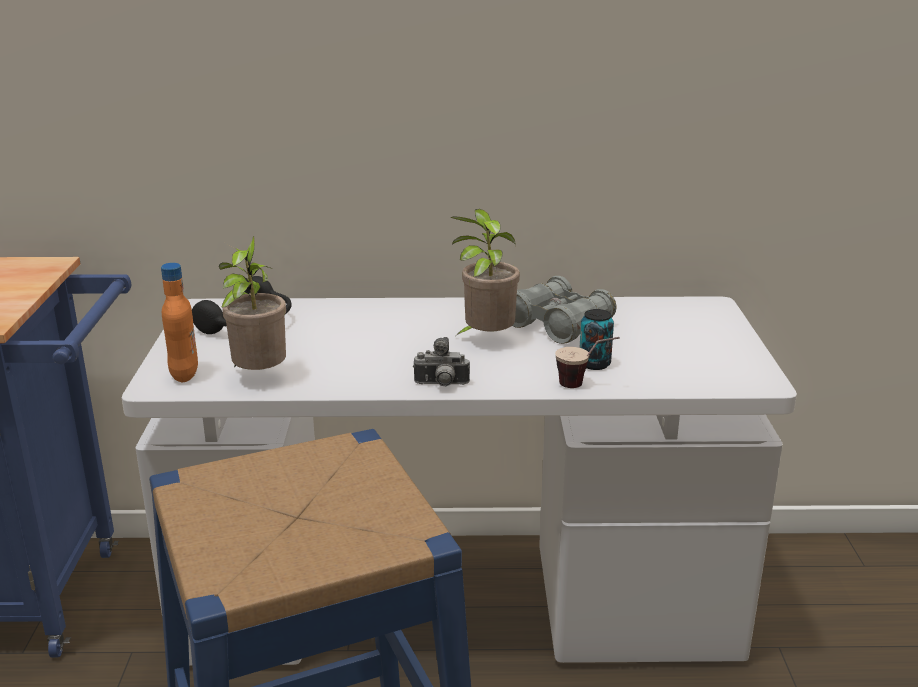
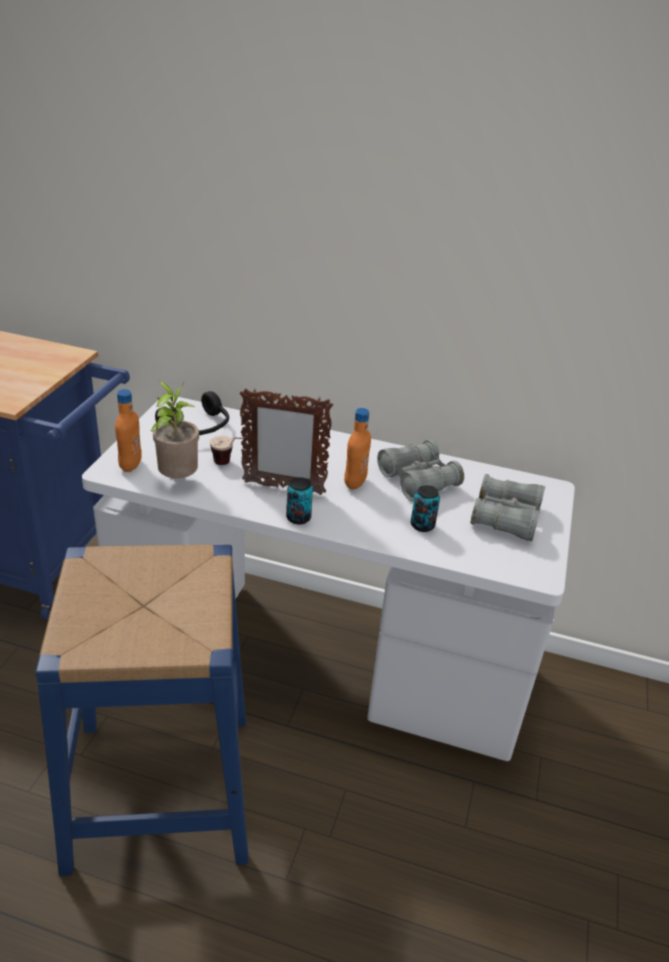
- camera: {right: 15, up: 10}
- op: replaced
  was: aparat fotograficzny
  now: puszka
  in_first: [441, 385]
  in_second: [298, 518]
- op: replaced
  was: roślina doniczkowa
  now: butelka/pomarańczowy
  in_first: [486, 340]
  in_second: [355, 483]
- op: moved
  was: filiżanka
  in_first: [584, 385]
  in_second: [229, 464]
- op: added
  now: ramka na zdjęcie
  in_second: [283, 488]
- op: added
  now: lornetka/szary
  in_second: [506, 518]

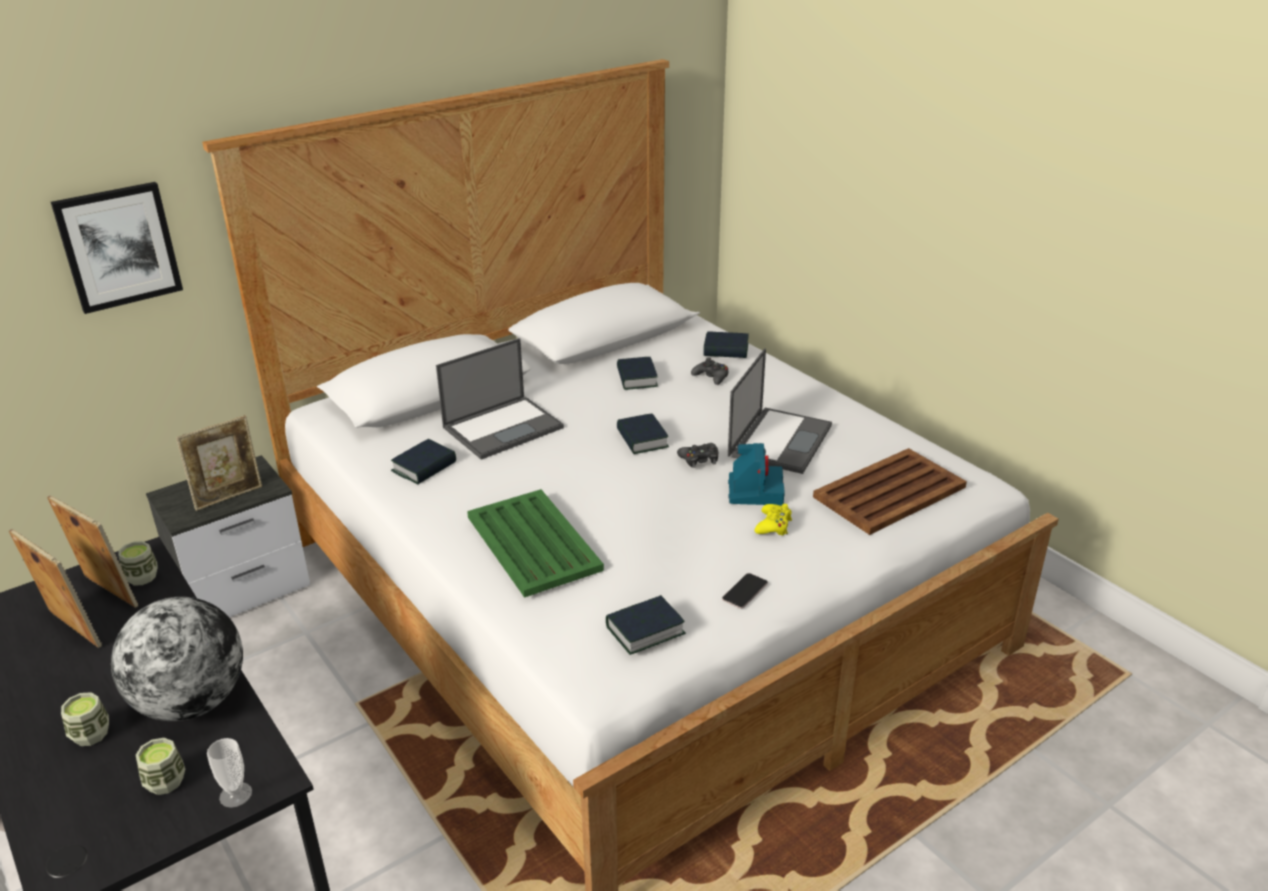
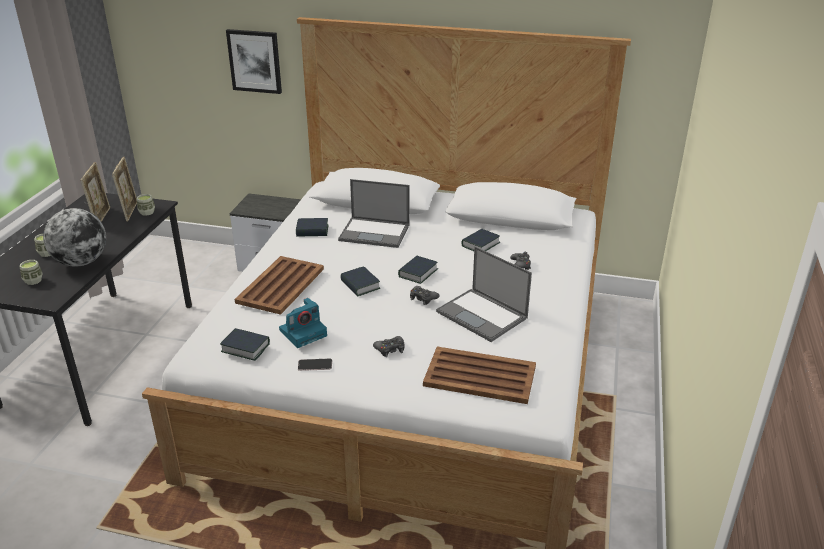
- camera: {right: 50, up: 0}
- op: removed
  was: ramka na zdjęcie
  in_first: [229, 496]
- op: removed
  was: filiżanka
  in_first: [235, 795]
- op: recoloured
  was: taca/zielony
  now: taca/brązowy
  in_first: [533, 544]
  in_second: [280, 286]
- op: moved
  was: książka
  in_first: [726, 350]
  in_second: [360, 285]
- op: turned
  was: laptop
  in_first: [780, 440]
  in_second: [483, 315]
  clockwise: 60
- op: moved
  was: aparat fotograficzny
  in_first: [755, 490]
  in_second: [303, 332]
- op: recoloured
  was: pad do gier/żółty
  now: pad do gier/czarny
  in_first: [773, 525]
  in_second: [390, 349]

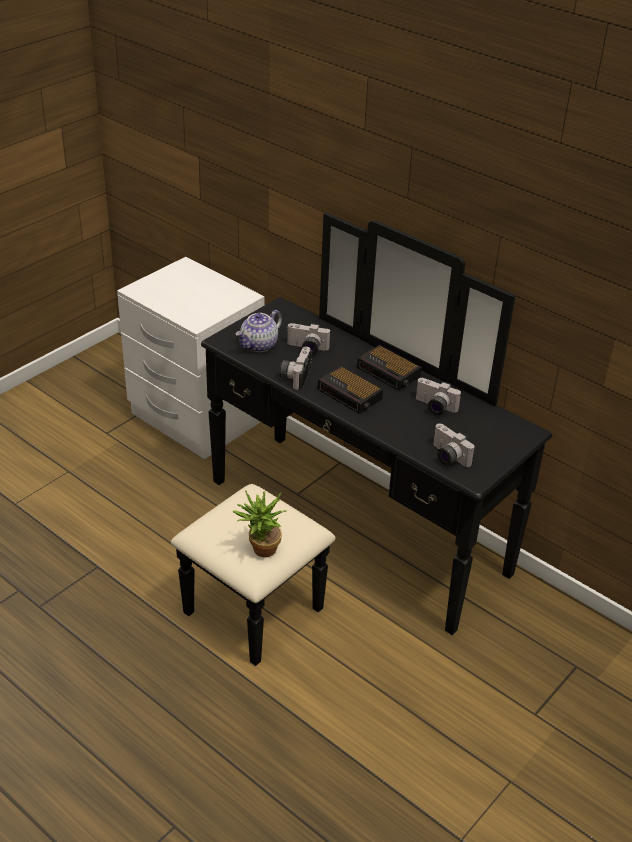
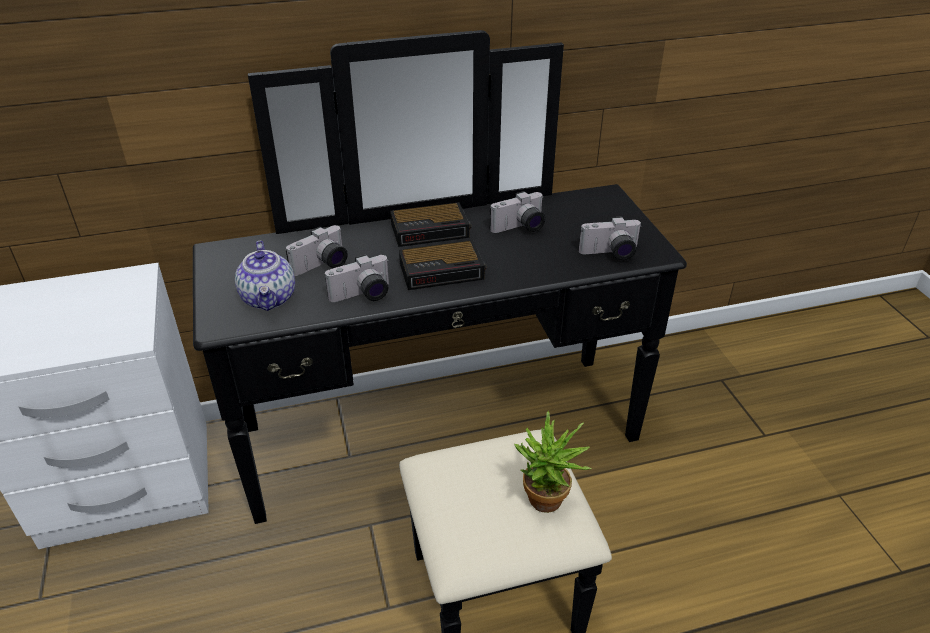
- camera: {right: -55, up: 0}
- op: turned
  was: aparat fotograficzny
  in_first: [294, 375]
  in_second: [363, 296]
  clockwise: -75

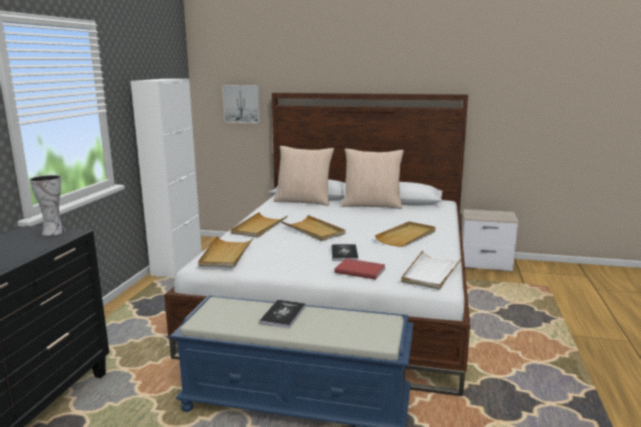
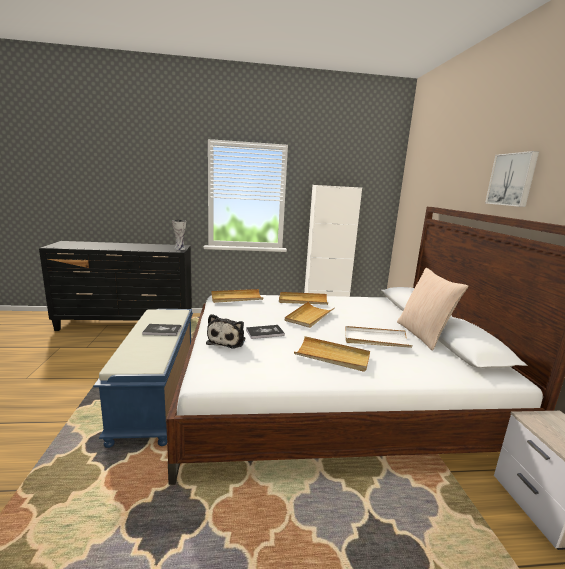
- camera: {right: 70, up: 0}
- op: moved
  was: obraz
  in_first: [242, 104]
  in_second: [512, 179]
- op: removed
  was: poduszka/beżowy
  in_first: [303, 201]
- op: replaced
  was: książka/czerwony
  now: pluszak
  in_first: [360, 270]
  in_second: [227, 340]
- op: moved
  was: taca/biały
  in_first: [431, 272]
  in_second: [376, 339]

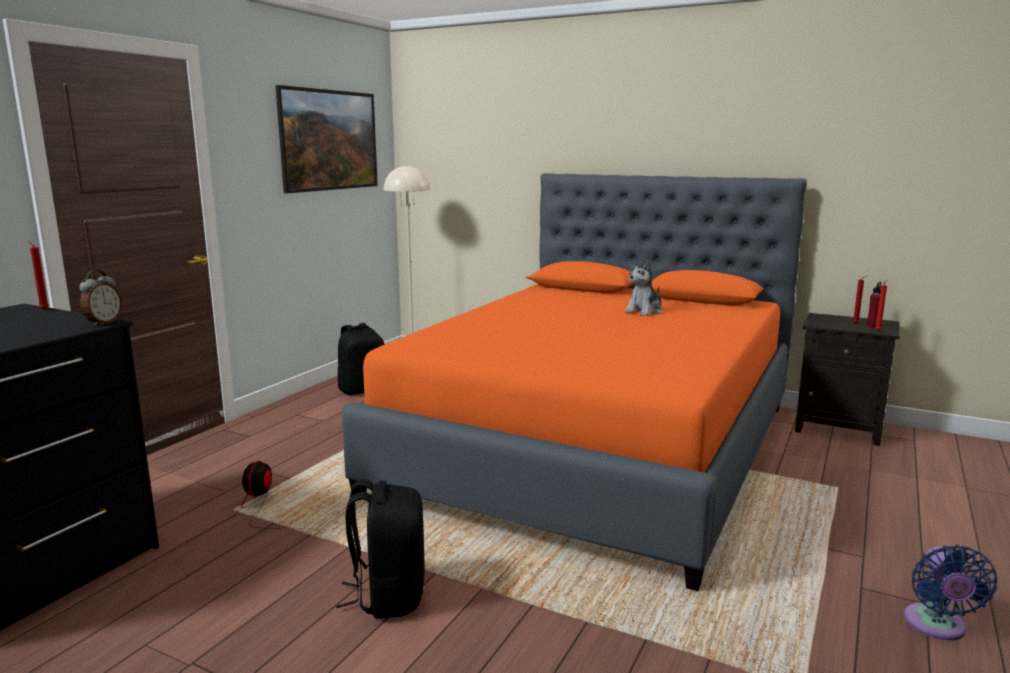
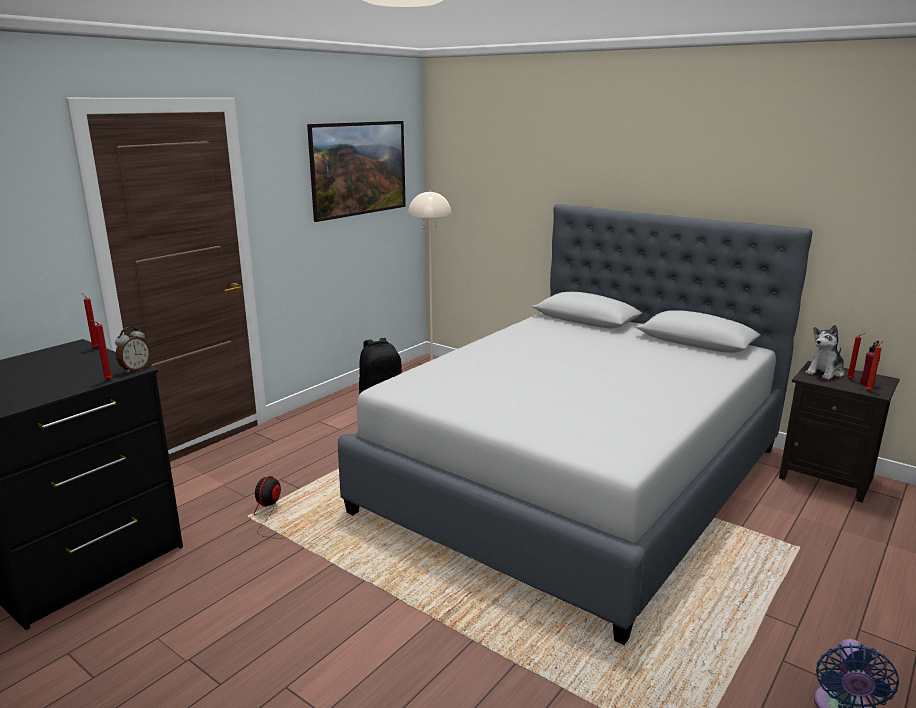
- camera: {right: 10, up: 5}
- op: removed
  was: plecak/czarny
  in_first: [388, 595]
- op: recoloured
  was: łóżko/pomarańczowy
  now: łóżko/szary
  in_first: [596, 447]
  in_second: [577, 479]
- op: moved
  was: pluszak
  in_first: [644, 311]
  in_second: [825, 372]
- op: added
  now: świeca/czerwony
  in_second: [107, 380]

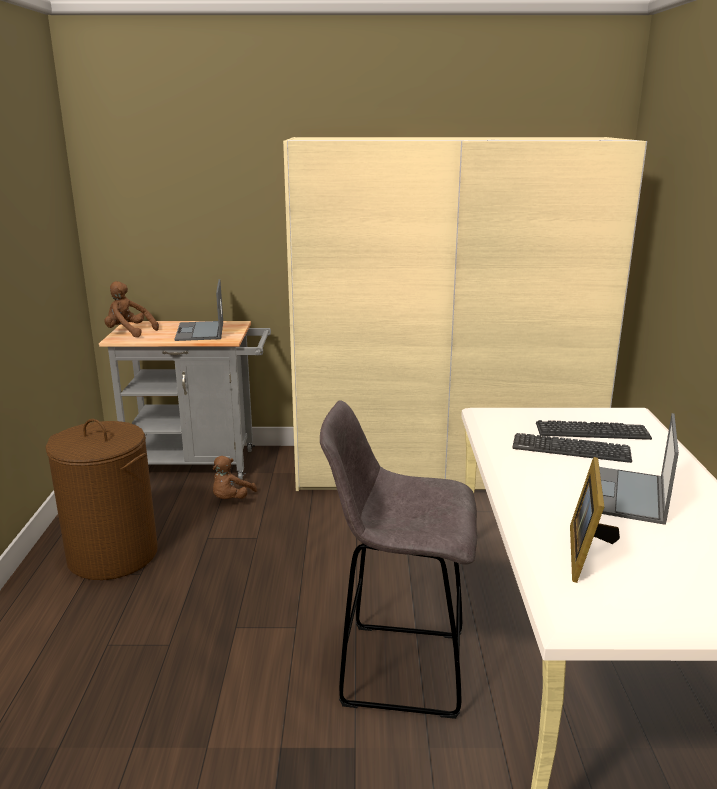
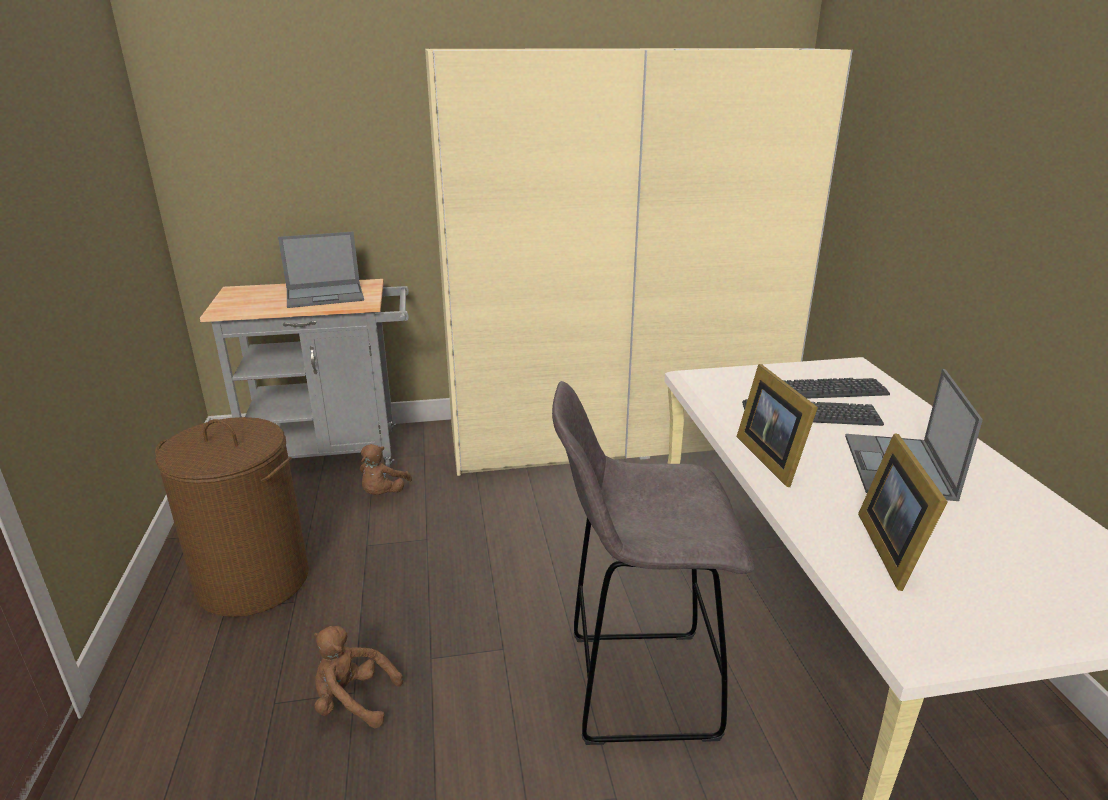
- camera: {right: -10, up: 5}
- op: moved
  was: pluszak/brązowy
  in_first: [128, 332]
  in_second: [353, 701]
- op: turned
  was: laptop
  in_first: [200, 331]
  in_second: [326, 295]
  clockwise: -90
- op: added
  now: ramka na zdjęcie
  in_second: [771, 457]

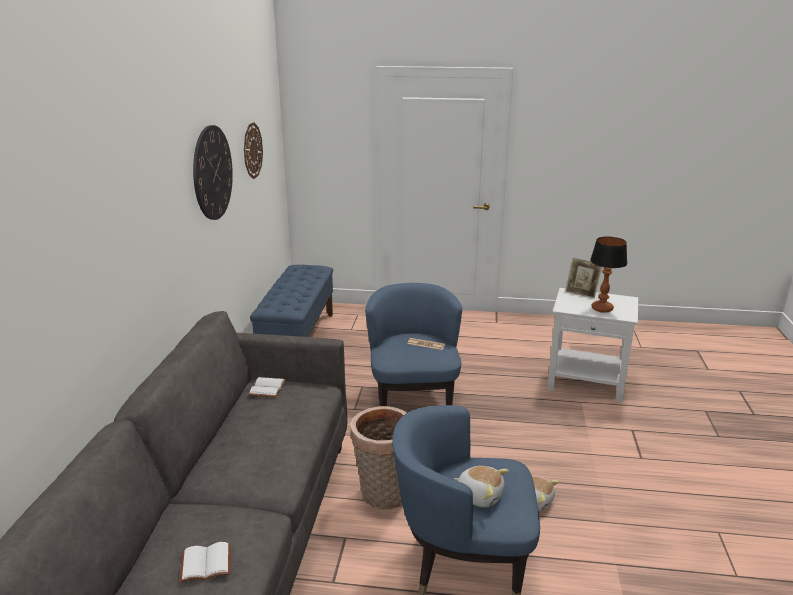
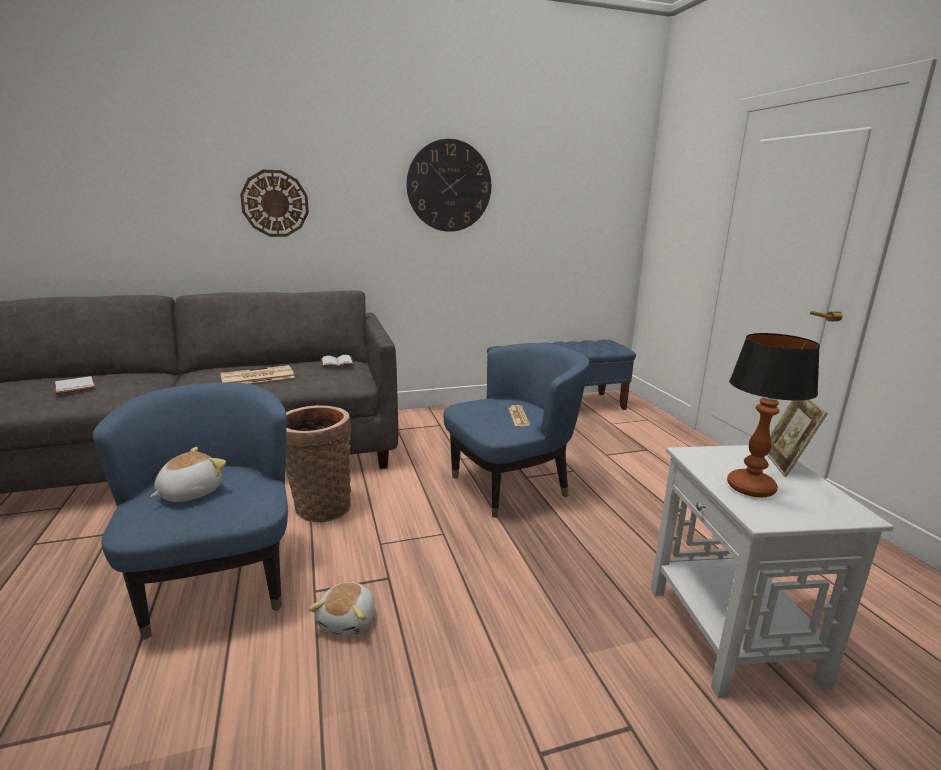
- camera: {right: 65, up: -5}
- op: moved
  was: zegar ścienny
  in_first: [252, 150]
  in_second: [275, 203]
- op: turned
  was: pluszak
  in_first: [480, 495]
  in_second: [189, 492]
  clockwise: -150
- op: added
  now: gazeta
  in_second: [256, 377]

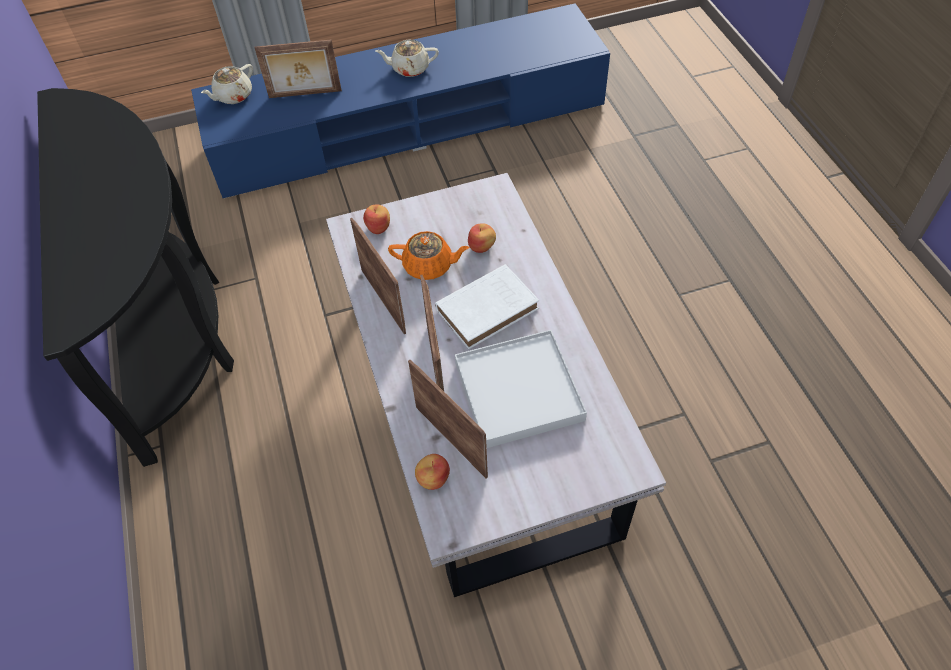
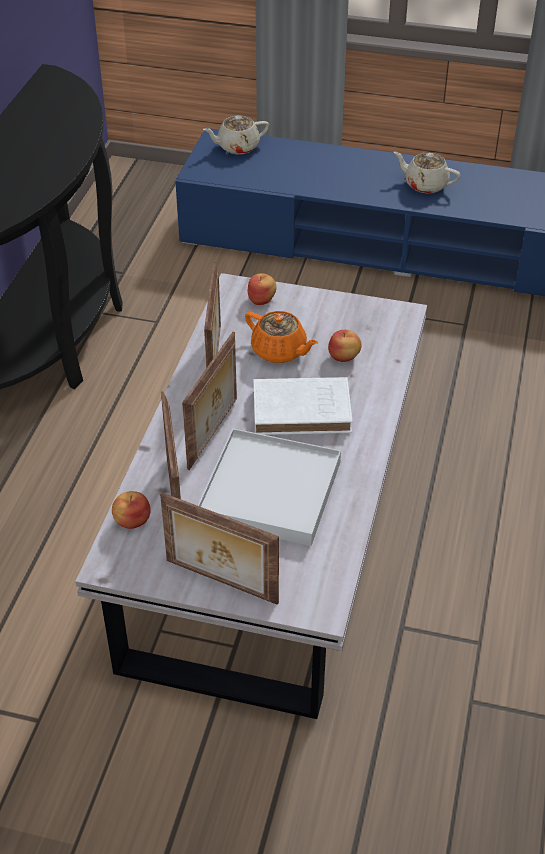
- camera: {right: 30, up: -10}
- op: moved
  was: ramka na zdjęcie
  in_first: [305, 95]
  in_second: [220, 583]

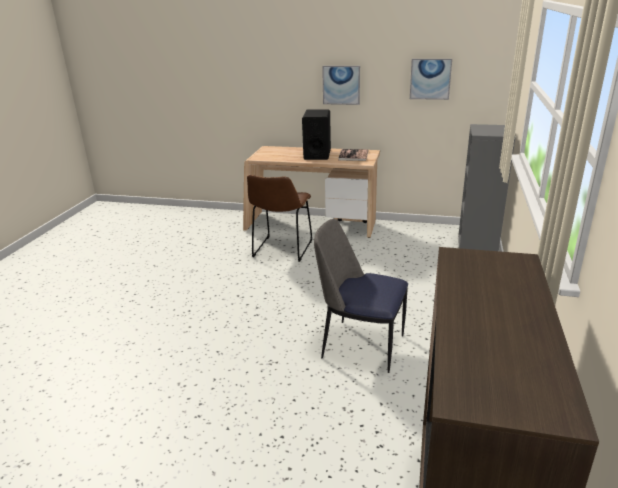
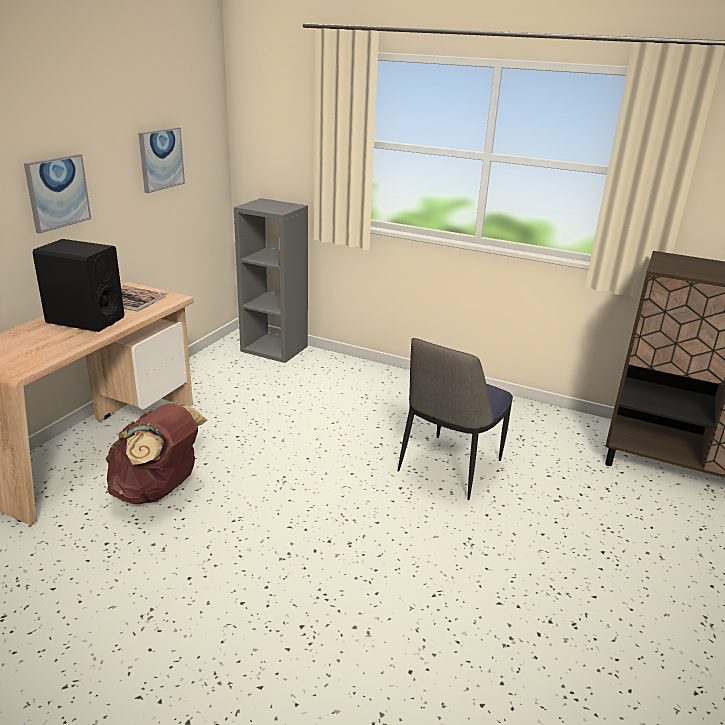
- camera: {right: -80, up: 0}
- op: replaced
  was: krzesło/brązowy
  now: plecak/brązowy
  in_first: [282, 250]
  in_second: [158, 491]

